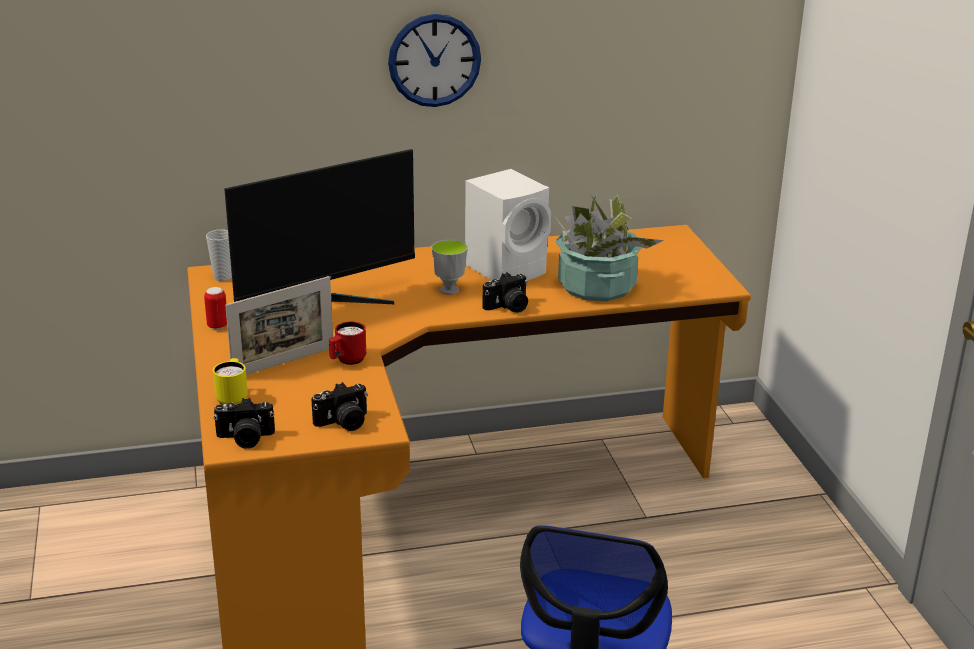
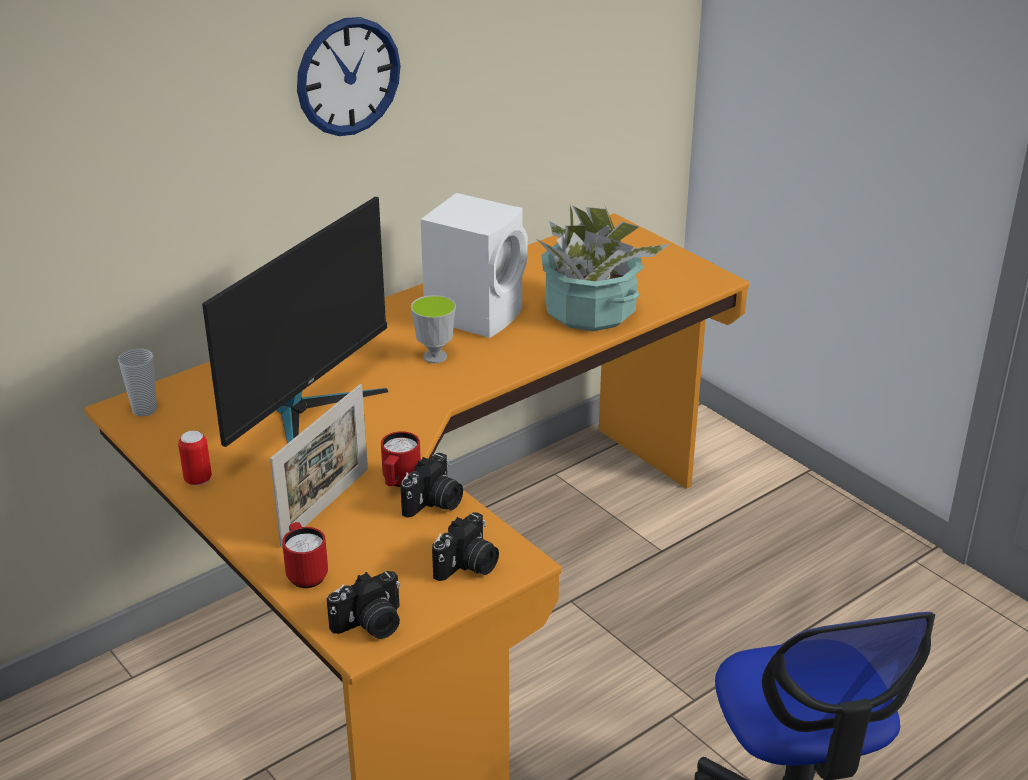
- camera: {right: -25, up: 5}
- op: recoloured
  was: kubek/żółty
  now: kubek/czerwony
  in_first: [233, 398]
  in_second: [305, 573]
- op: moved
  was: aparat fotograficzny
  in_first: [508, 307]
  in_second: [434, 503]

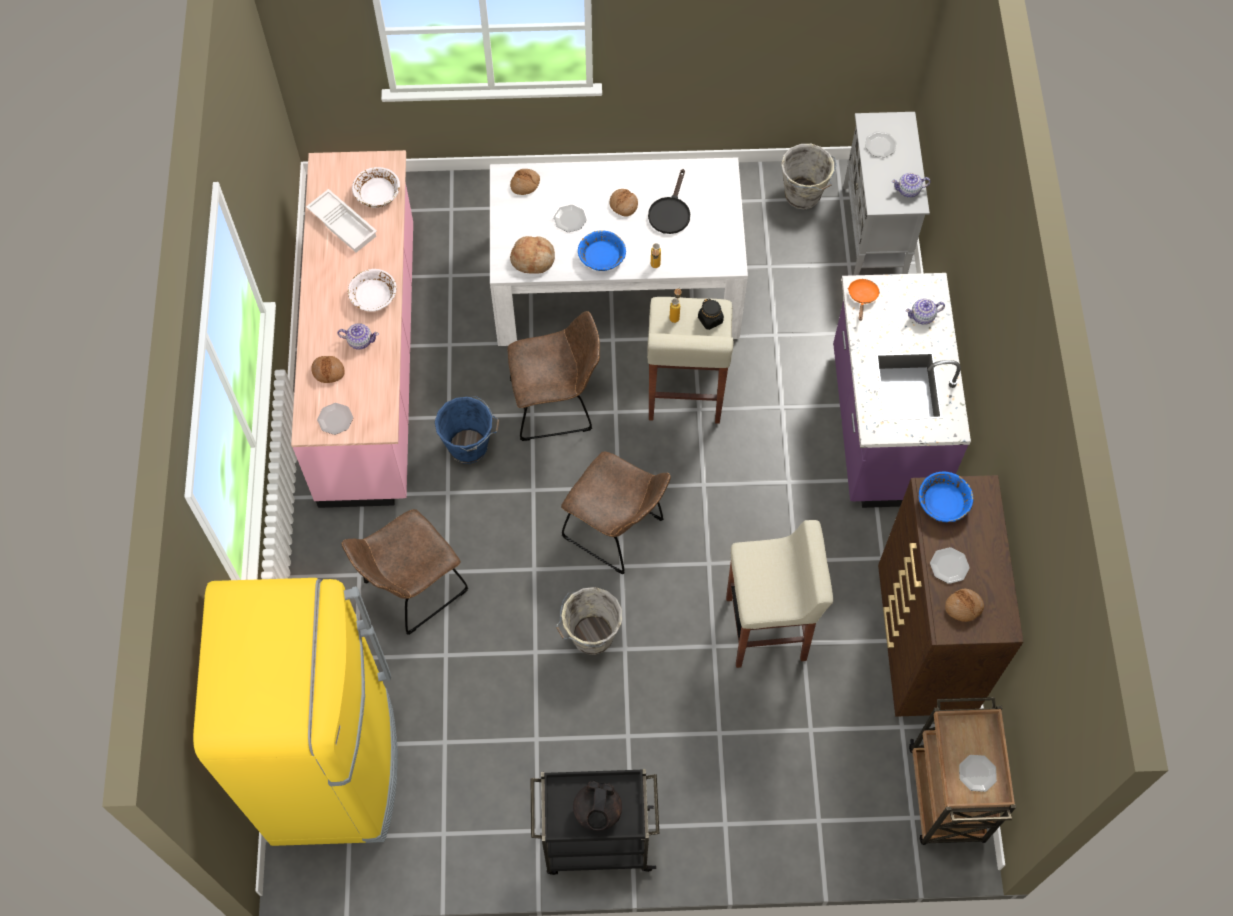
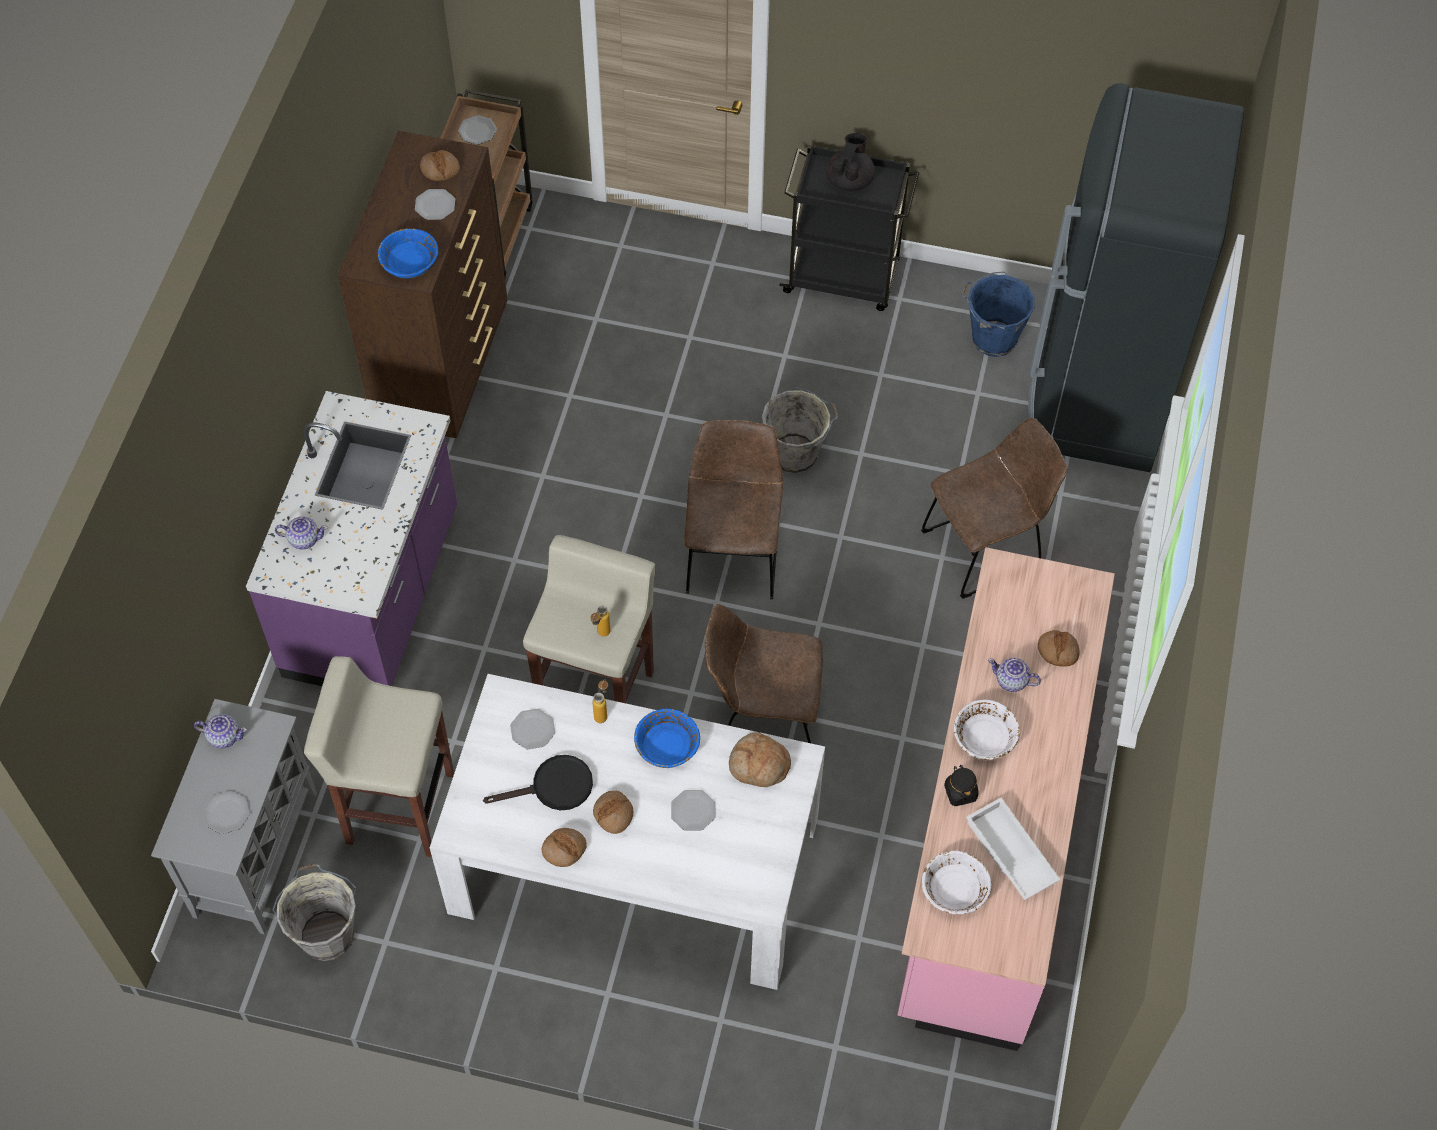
- camera: {right: -165, up: -5}
- op: recoloured
  was: lodówka/żółty
  now: lodówka/czarny
  in_first: [334, 768]
  in_second: [1097, 396]
- op: moved
  was: talerz
  in_first: [335, 419]
  in_second: [532, 730]
- op: moved
  was: wiadro/niebieski
  in_first: [470, 447]
  in_second: [992, 338]
- op: moved
  was: chleb
  in_first: [525, 184]
  in_second: [564, 849]
- op: turned
  was: krzesło/brązowy
  in_first: [617, 531]
  in_second: [733, 554]
  clockwise: 45
- op: turned
  was: patelnia/czarny
  in_first: [670, 212]
  in_second: [554, 787]
  clockwise: 45
- op: moved
  was: słoik/czarny
  in_first: [710, 320]
  in_second: [960, 792]
- op: moved
  was: stołek/beżowy
  in_first: [767, 629]
  in_second: [398, 807]
- op: removed
  was: patelnia/pomarańczowy
  in_first: [862, 297]

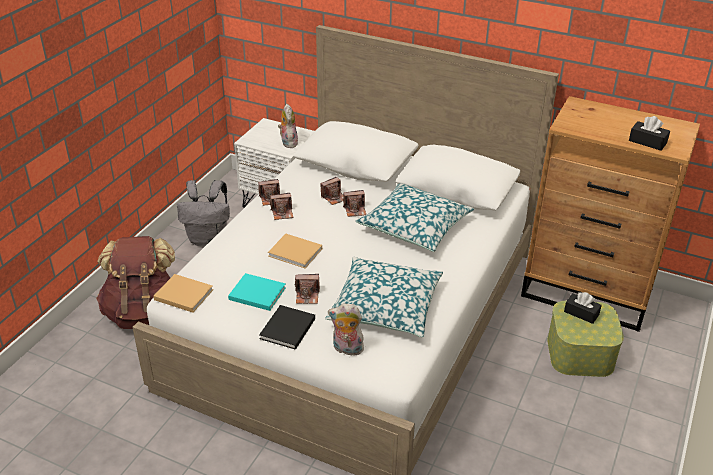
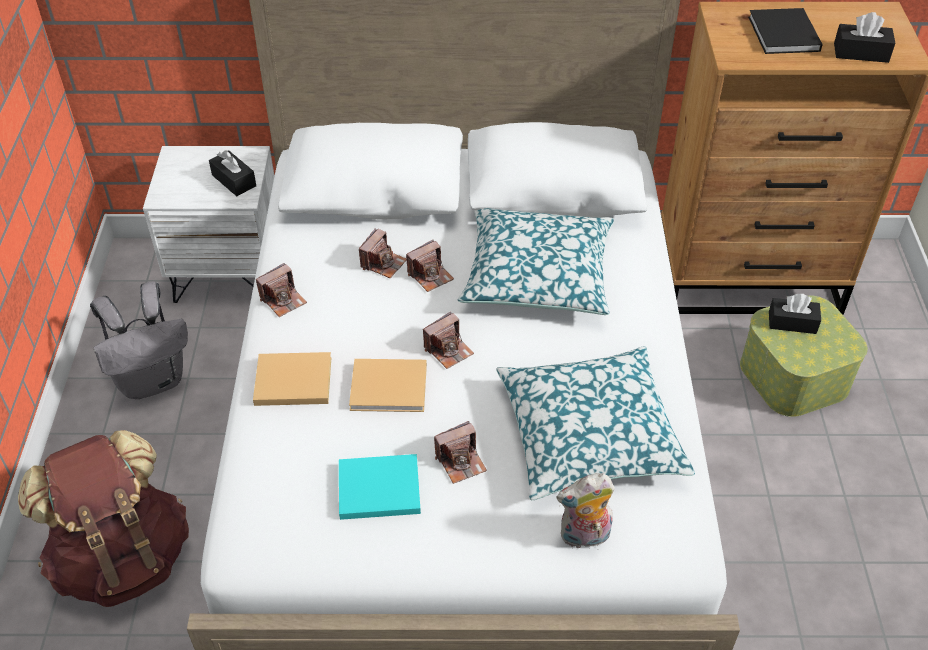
- camera: {right: -25, up: 10}
- op: moved
  was: książka/beżowy
  in_first: [182, 294]
  in_second: [290, 381]
- op: moved
  was: książka/czarny
  in_first: [287, 329]
  in_second: [784, 35]
- op: moved
  was: aparat fotograficzny
  in_first: [282, 213]
  in_second: [448, 350]
- op: replaced
  was: pluszak
  now: pudełko chusteczek/czarny
  in_first: [288, 142]
  in_second: [234, 180]

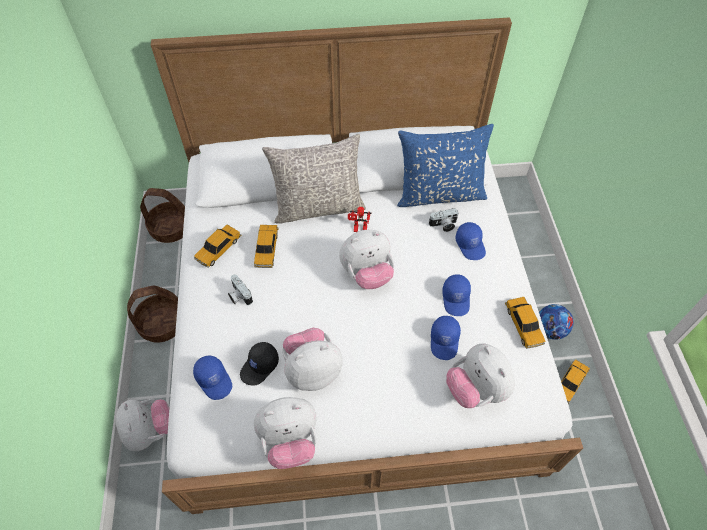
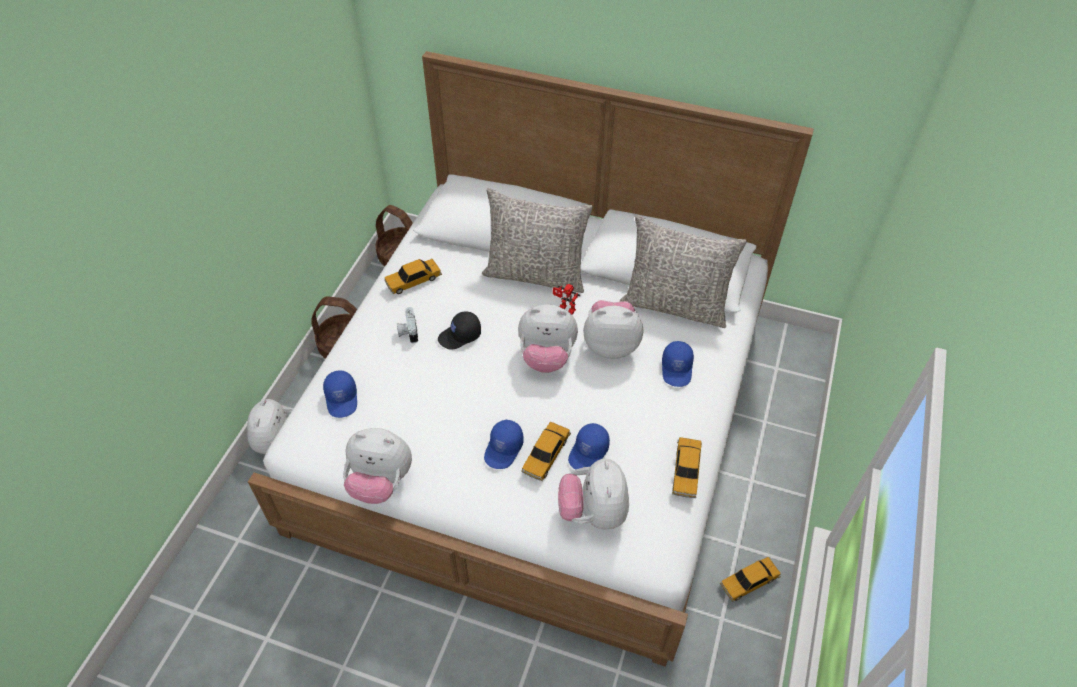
- camera: {right: 25, up: -5}
- op: moved
  was: czapka z daszkiem/czarny
  in_first: [260, 367]
  in_second: [460, 336]
- op: moved
  was: samochodzik
  in_first: [266, 249]
  in_second: [546, 455]
- op: moved
  was: pluszak
  in_first: [312, 370]
  in_second: [611, 344]
- op: recoloured
  was: poduszka/niebieski
  now: poduszka/szary
  in_first: [439, 194]
  in_second: [675, 305]
- op: removed
  was: aparat fotograficzny
  in_first: [443, 225]
- op: moved
  was: czapka z daszkiem/niebieski
  in_first: [456, 299]
  in_second: [504, 449]
- op: removed
  was: piłka futbolowa
  in_first: [550, 330]

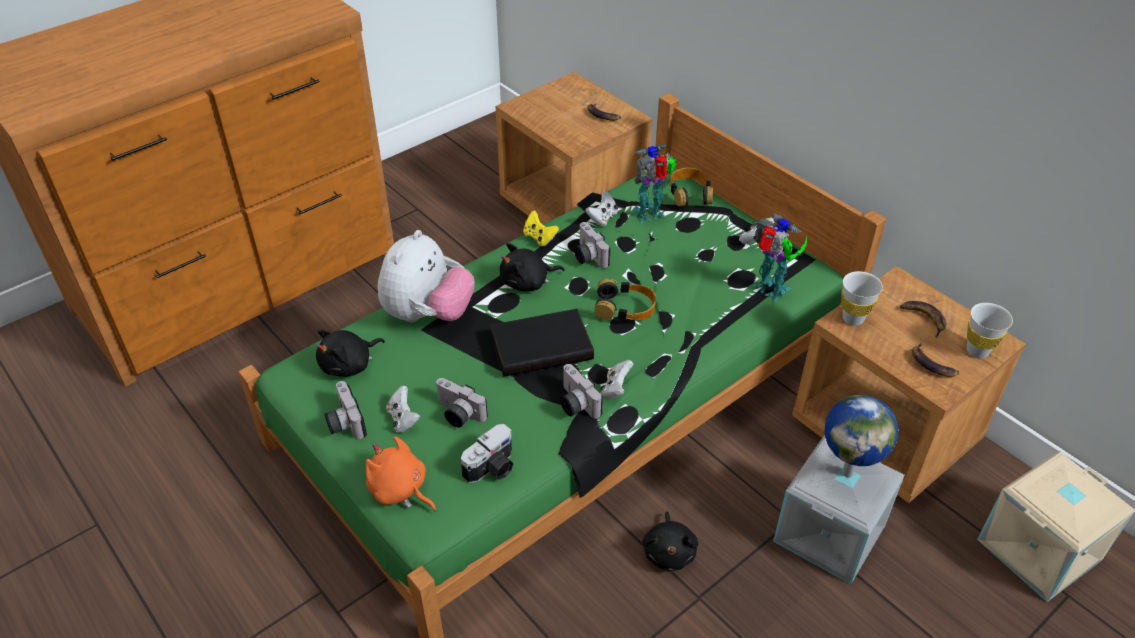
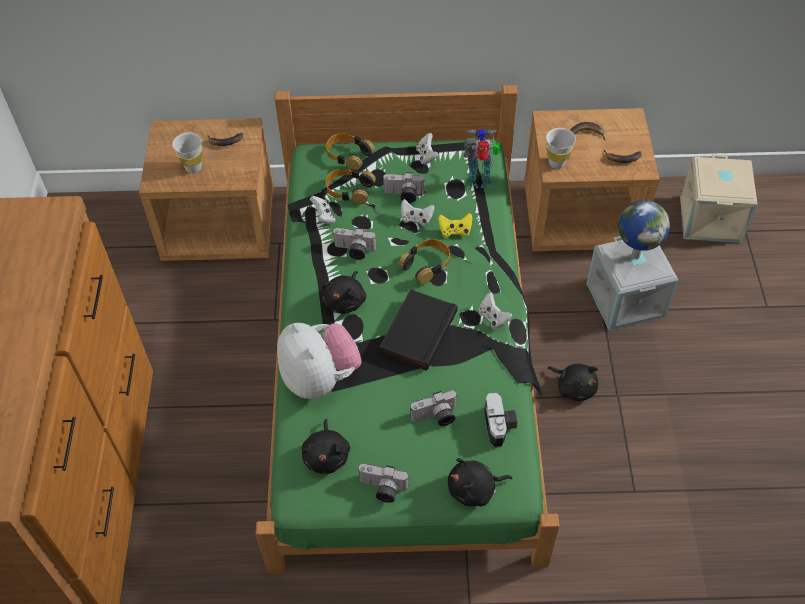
- camera: {right: -50, up: 10}
- op: recoloured
  was: pluszak/pomarańczowy
  now: pluszak/czarny
  in_first: [400, 490]
  in_second: [474, 489]
- op: moved
  was: pad do gier/biały
  in_first: [403, 419]
  in_second: [416, 219]
- op: moved
  was: pad do gier/żółty
  in_first: [539, 238]
  in_second: [455, 231]
- op: moved
  was: aparat fotograficzny
  in_first: [575, 404]
  in_second: [403, 195]
- op: replaced
  was: robot zabawkowy
  now: słuchawki
  in_first: [651, 215]
  in_second: [349, 190]
- op: moved
  was: filiżanka/biały
  in_first: [977, 351]
  in_second: [193, 168]

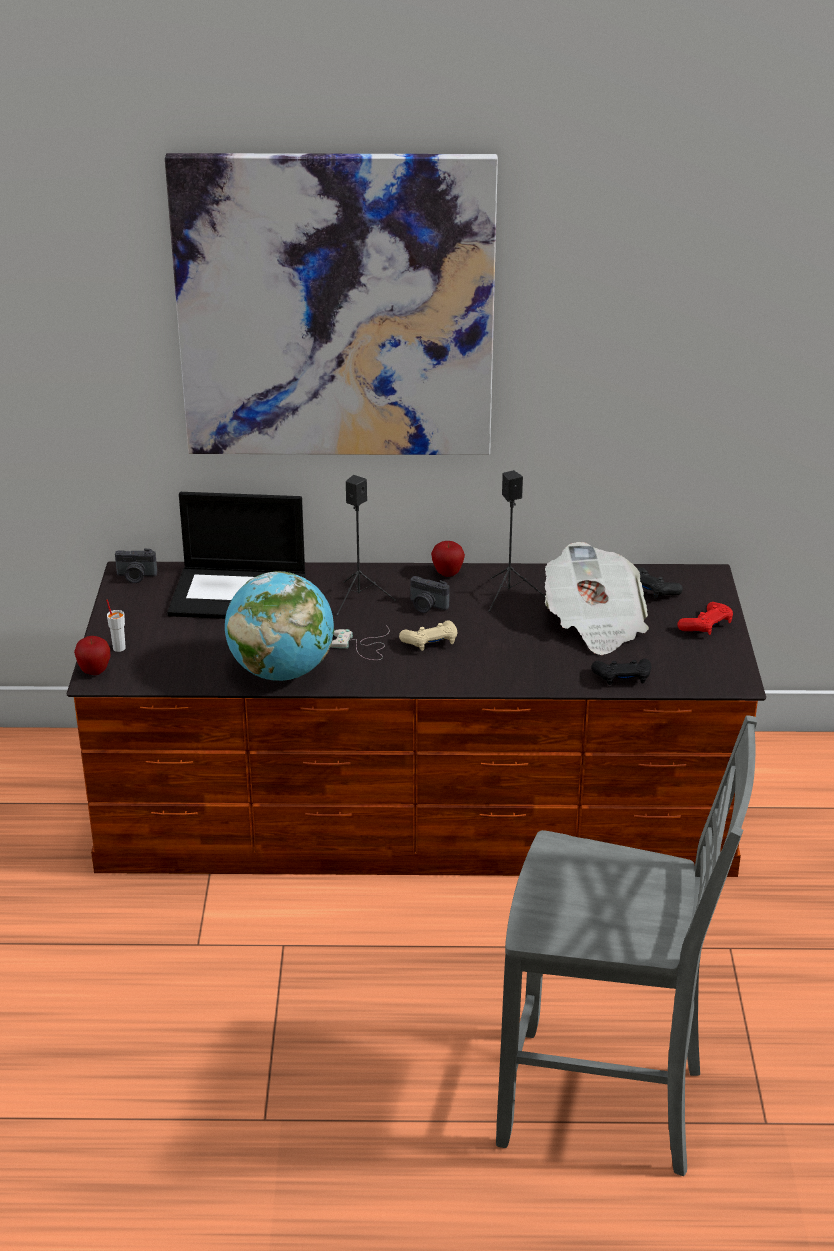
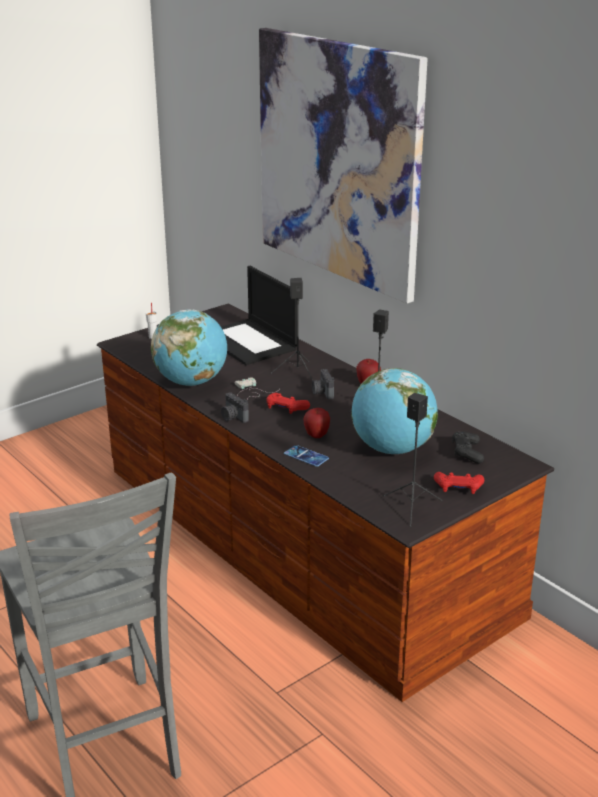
- camera: {right: 50, up: -5}
- op: moved
  was: jabłko
  in_first: [94, 671]
  in_second: [316, 435]
- op: moved
  was: aparat fotograficzny
  in_first: [136, 577]
  in_second: [233, 417]
- op: recoloured
  was: pad do gier/beżowy
  now: pad do gier/czerwony
  in_first: [430, 642]
  in_second: [286, 408]
- op: replaced
  was: gazeta
  now: globus
  in_first: [594, 624]
  in_second: [392, 449]
- op: removed
  was: pad do gier/czarny
  in_first: [622, 678]
- op: added
  now: telefon
  in_second: [306, 456]
- op: added
  now: głośnik/czarny
  in_second: [412, 507]

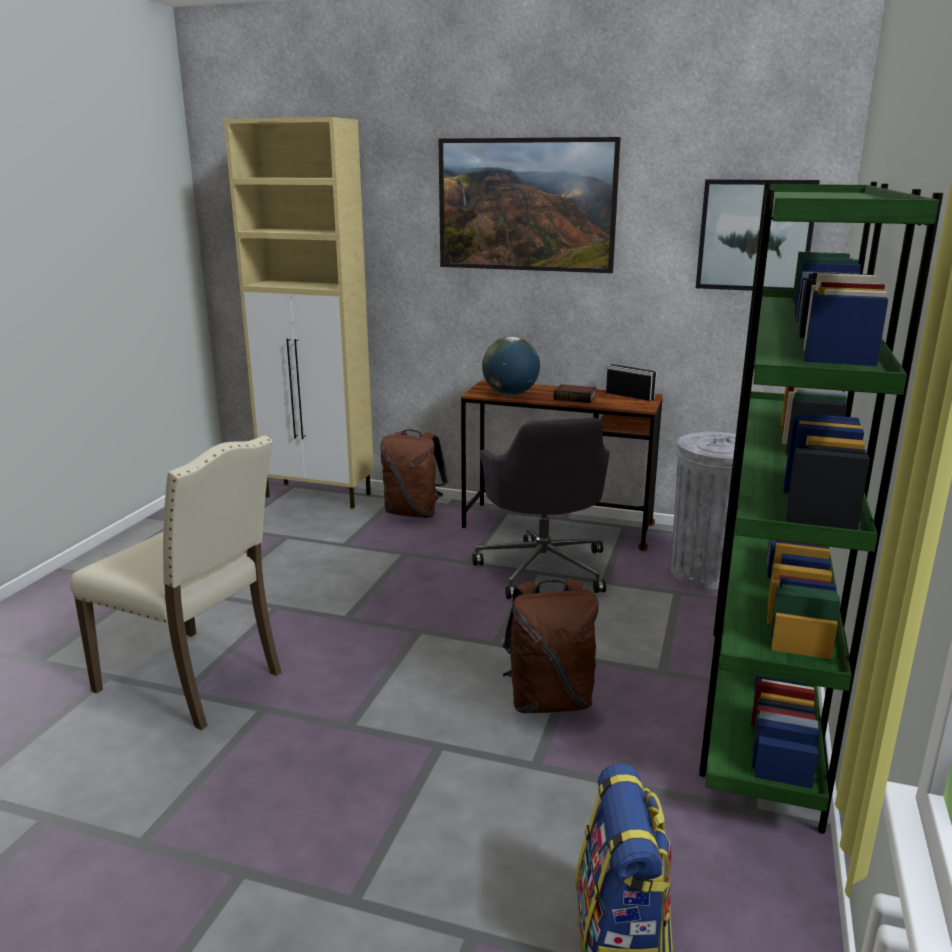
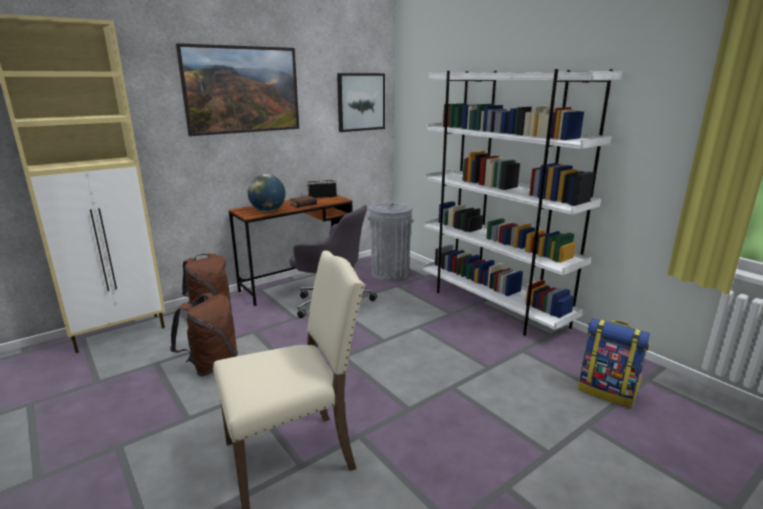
- camera: {right: -55, up: 0}
- op: moved
  was: plecak/brązowy
  in_first: [549, 700]
  in_second: [211, 365]
- op: recoloured
  was: regał/zielony
  now: regał/biały
  in_first: [760, 705]
  in_second: [493, 306]

